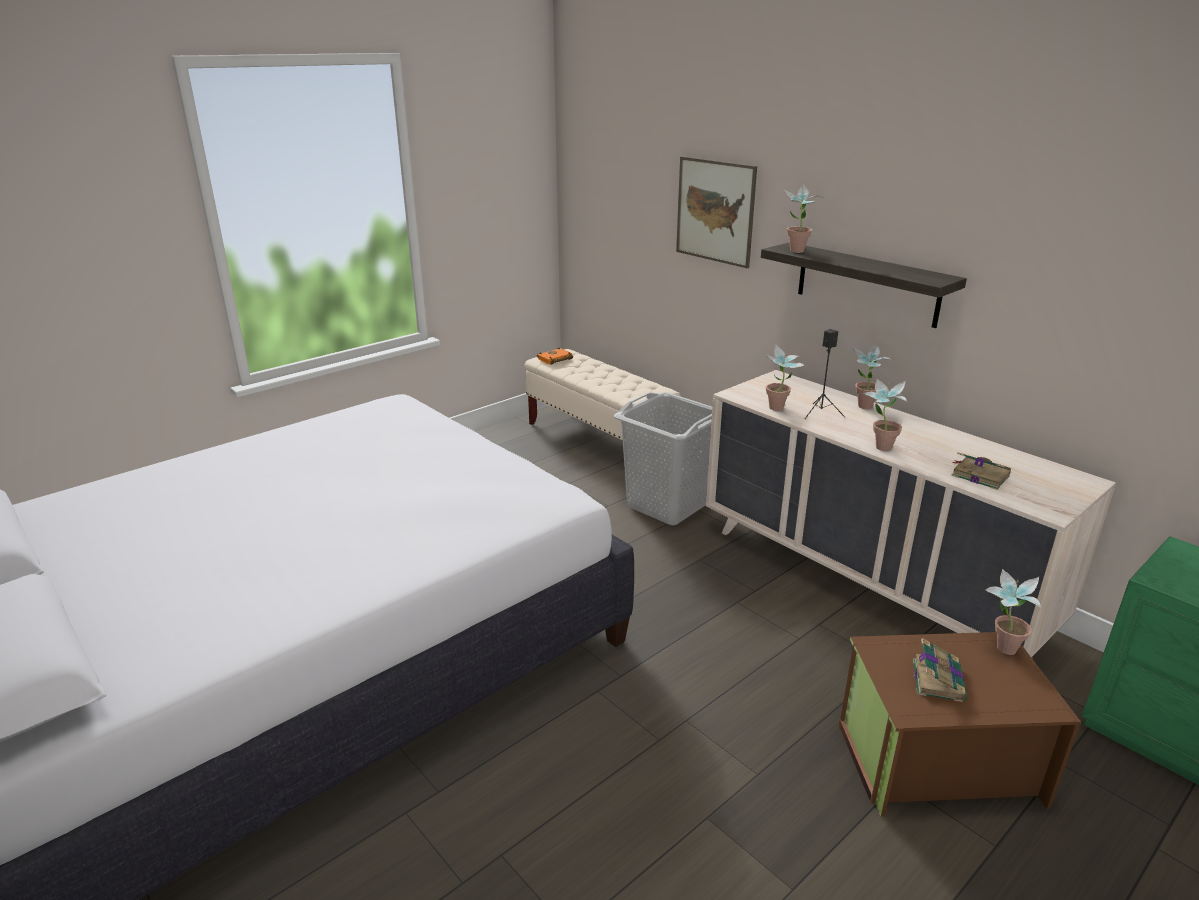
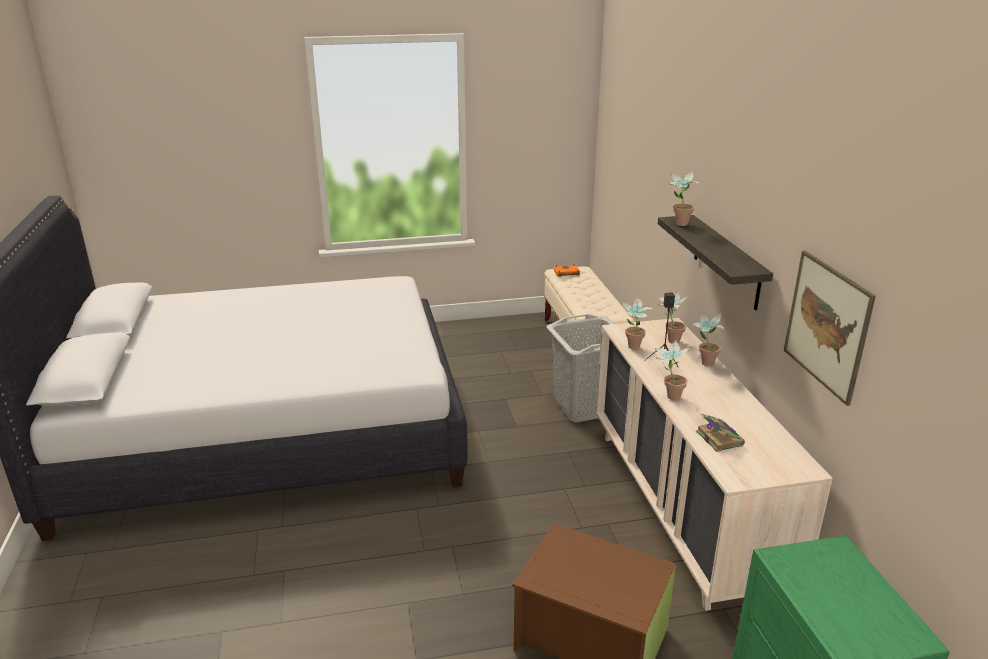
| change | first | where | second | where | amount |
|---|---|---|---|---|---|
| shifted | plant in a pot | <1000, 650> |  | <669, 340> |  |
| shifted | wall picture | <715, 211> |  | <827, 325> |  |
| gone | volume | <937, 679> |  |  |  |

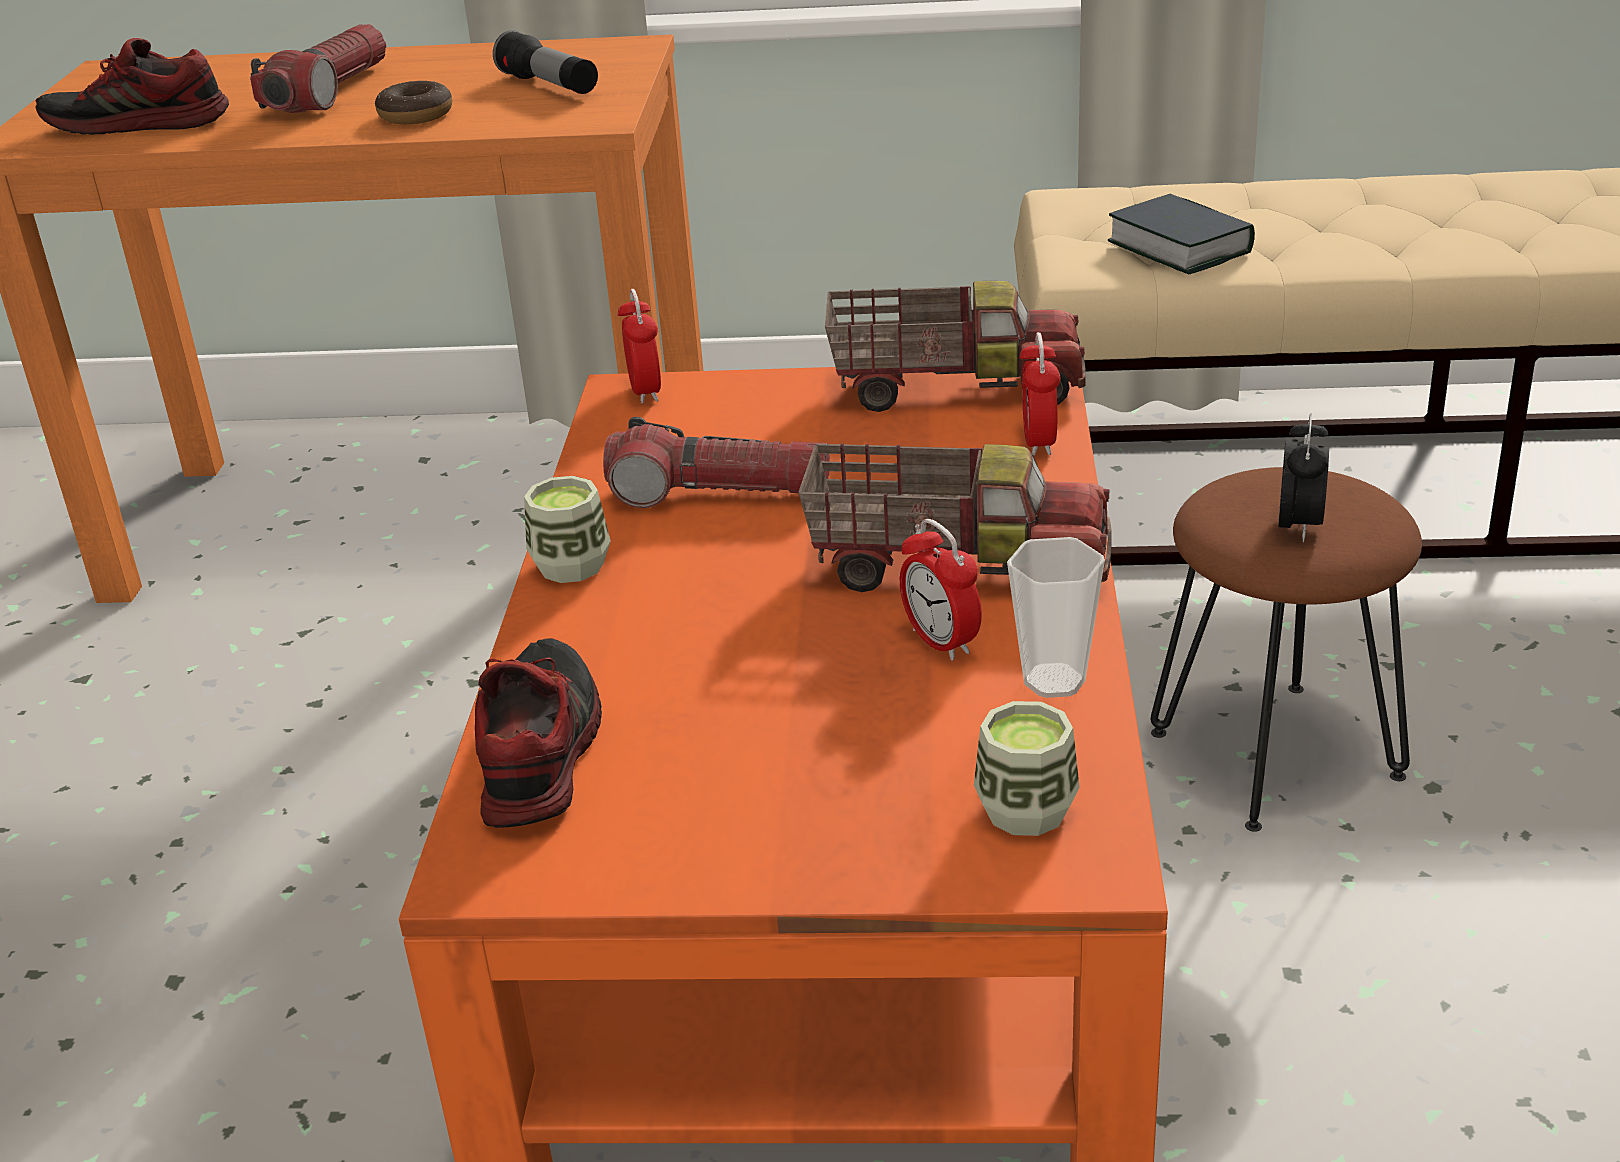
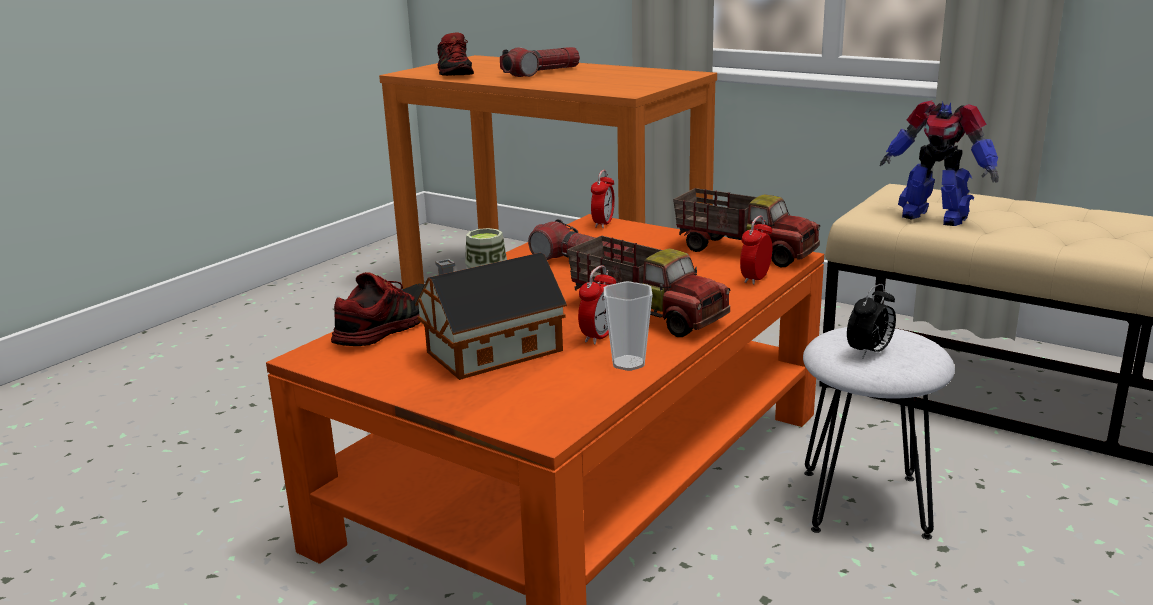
| change | first | where | second | where | amount |
|---|---|---|---|---|---|
| new |  |  | model house | <488, 352> |  |
| rotated | shoe | <138, 125> |  | <456, 73> | 135 degrees counterclockwise |
| rotated | bedside clock | <941, 642> |  | <599, 336> | 150 degrees counterclockwise |
| repainted | brown stool seat | <1277, 753> | white stool seat | <866, 503> |  |
| swapped | volume | <1179, 247> | robot figure | <933, 217> |  |
| gone | ring doughnut | <416, 115> |  |  |  |
| gone | hand torch | <549, 86> |  |  |  |
| gone | cup | <1026, 811> |  |  |  |

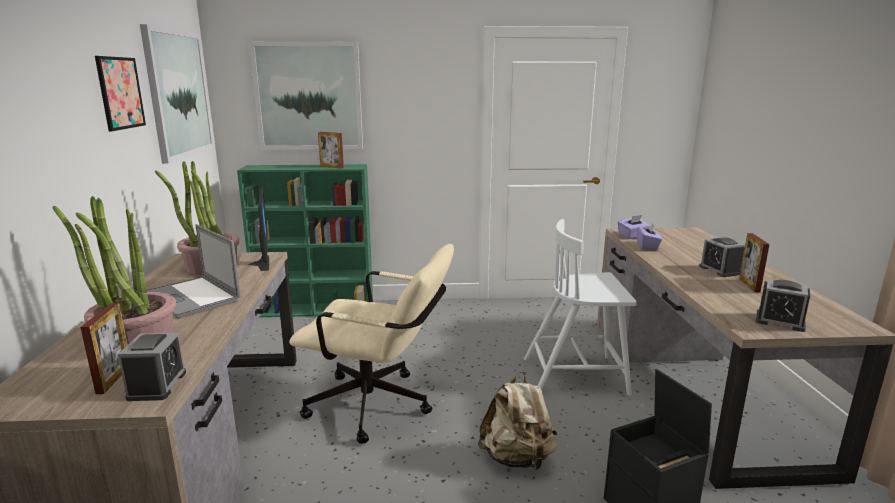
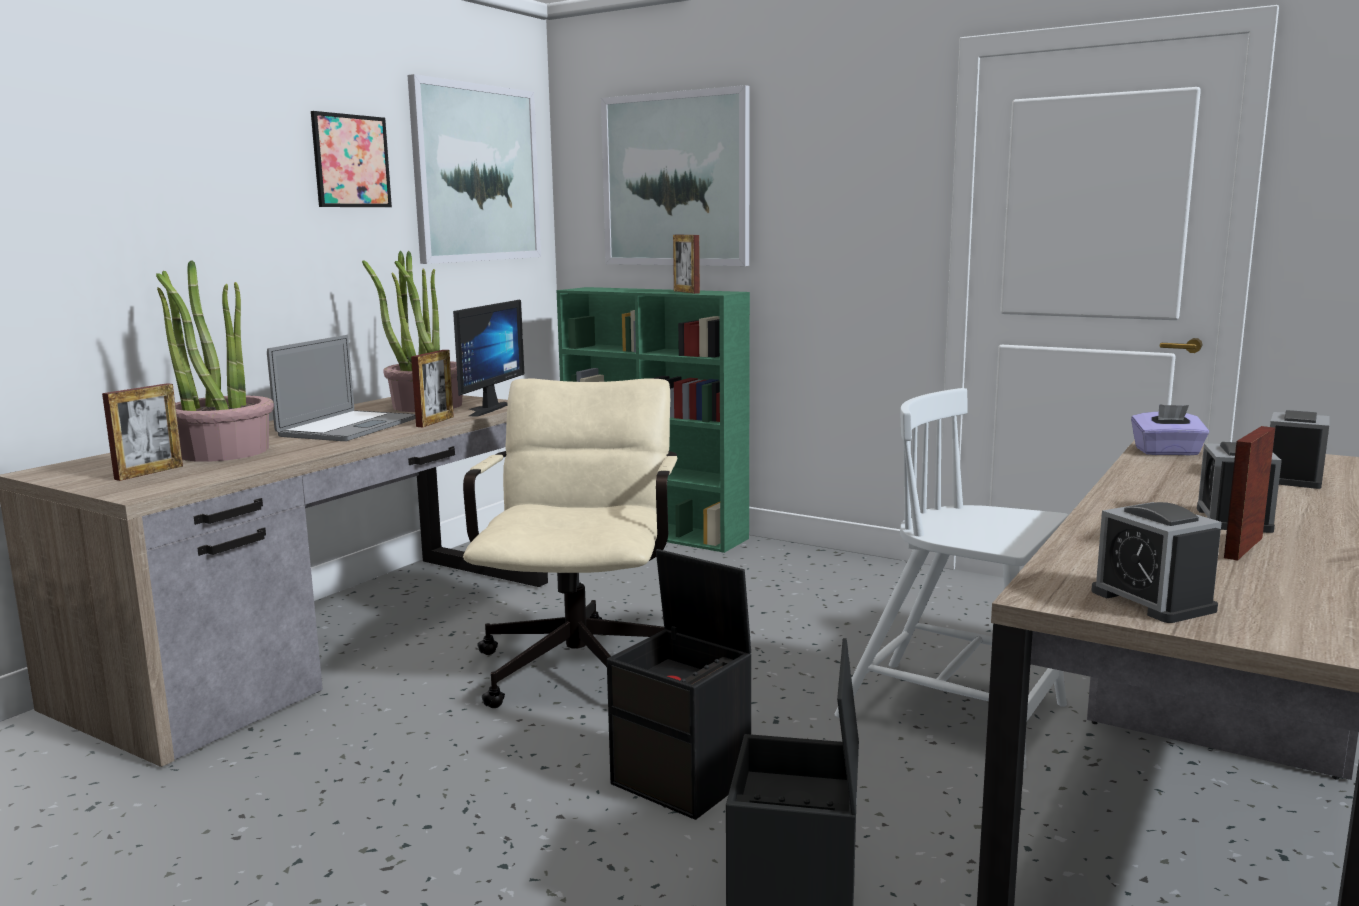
| change | first | where | second | where | amount |
|---|---|---|---|---|---|
| rotated | portable computer | <192, 297> |  | <349, 427> | 150 degrees counterclockwise |
| new |  |  | picture frame | <435, 422> |  |
| rotated | sand-coloured office chair | <379, 406> |  | <581, 661> | 135 degrees counterclockwise |
| swapped | sand-coloured backpack | <517, 458> | black-coloured storage box | <684, 781> |  |
| shifted | bedside clock | <157, 385> |  | <1293, 478> |  |
| gone | purple box of tissues | <647, 246> |  |  |  |

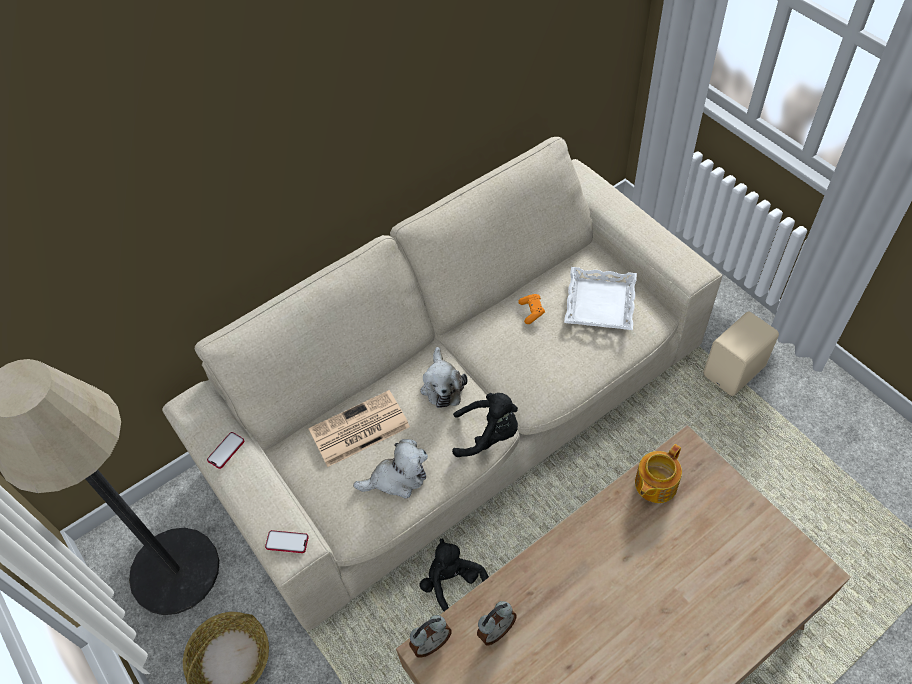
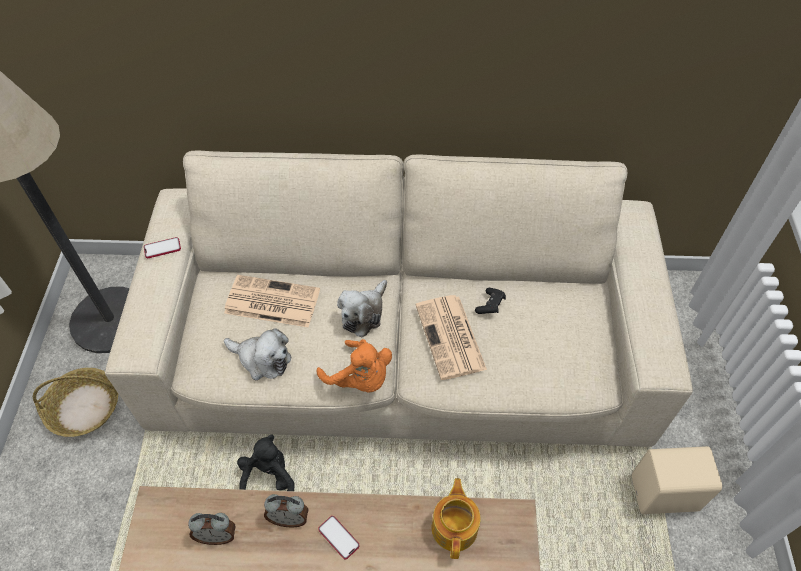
| change | first | where | second | where | amount |
|---|---|---|---|---|---|
| shifted | bedside clock | <431, 643> |  | <289, 518> |  |
| repainted | black-coloured soft toy | <488, 435> | orange-coloured soft toy | <360, 378> |  |
| shifted | phone | <287, 542> |  | <339, 537> |  |
| new |  |  | printed paper | <451, 338> |  |
| rotated | tea pot | <654, 484> |  | <455, 526> | 105 degrees clockwise |
| repainted | orange-coloured gamepad | <532, 312> | black-coloured gamepad | <490, 305> |  |
| gone | white carrying tray | <601, 303> |  |  |  |

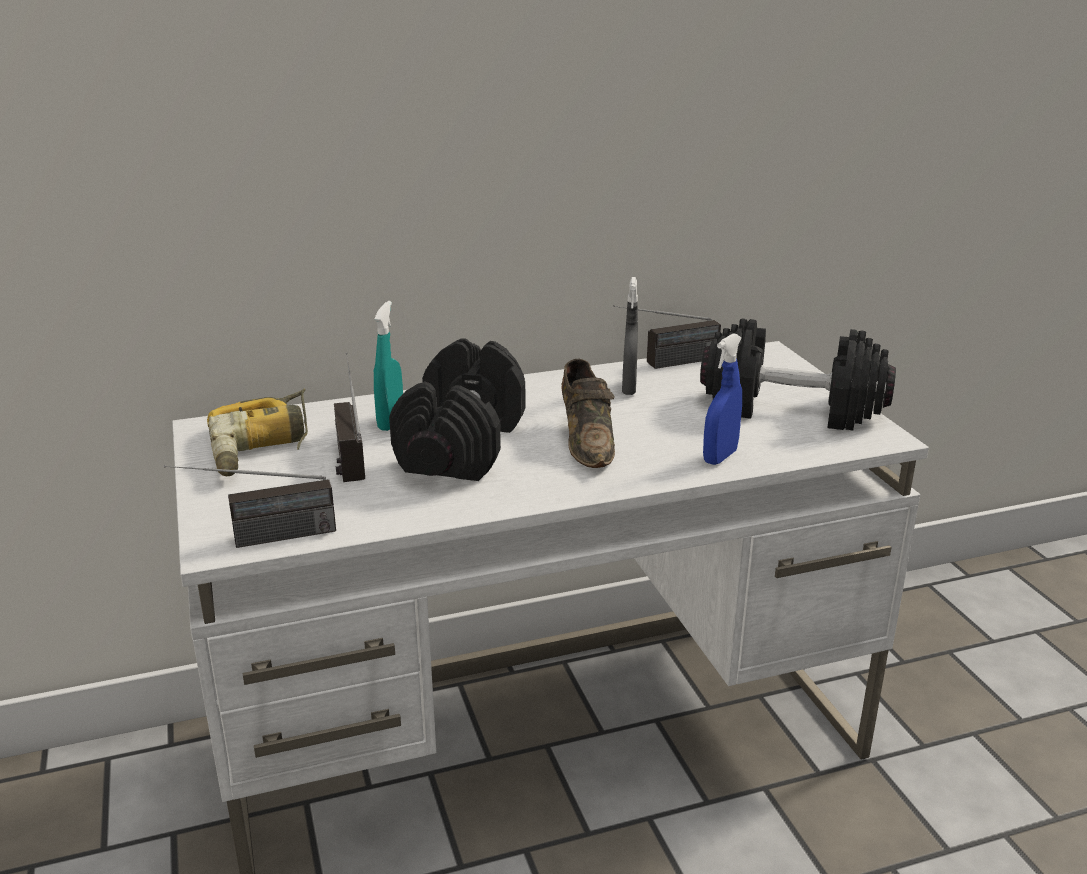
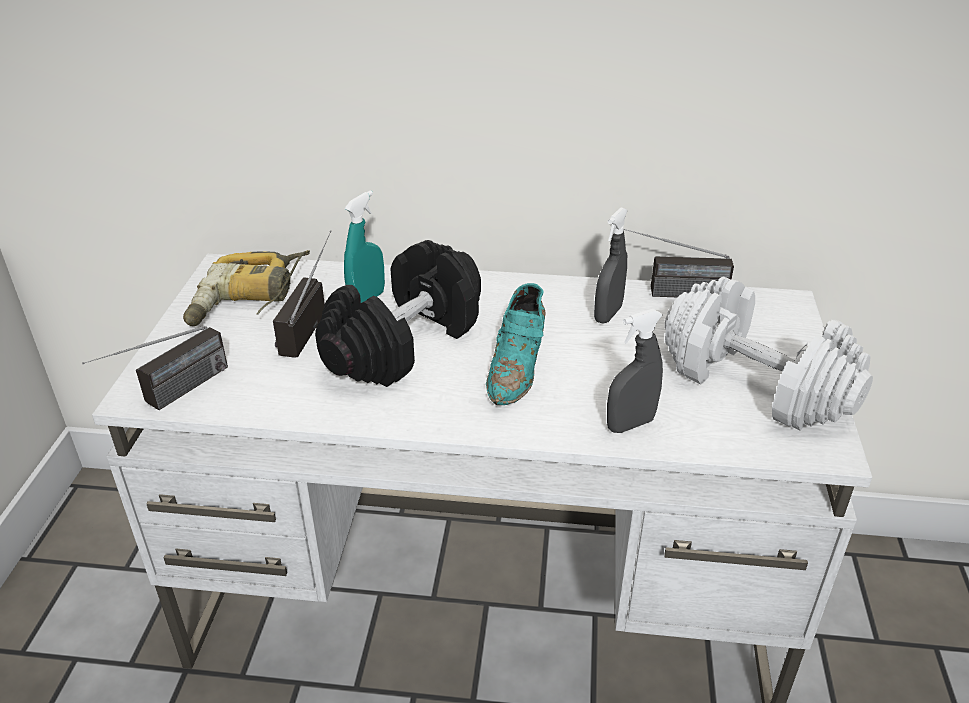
| change | first | where | second | where | amount |
|---|---|---|---|---|---|
| rotated | radio | <258, 539> |  | <170, 397> | 60 degrees counterclockwise |
| repainted | brown shoe | <587, 441> | blue-green shoe | <518, 368> |  |
| repainted | blue-coloured sprayer | <720, 457> | gray sprayer | <630, 424> |  |
| repainted | black-coloured dumbbell | <792, 408> | white dumbbell | <757, 382> |  |

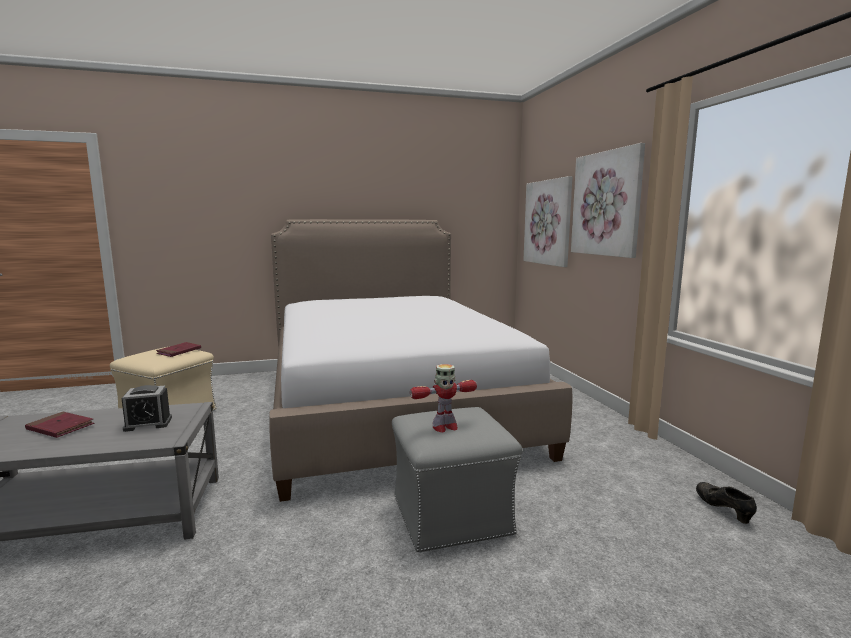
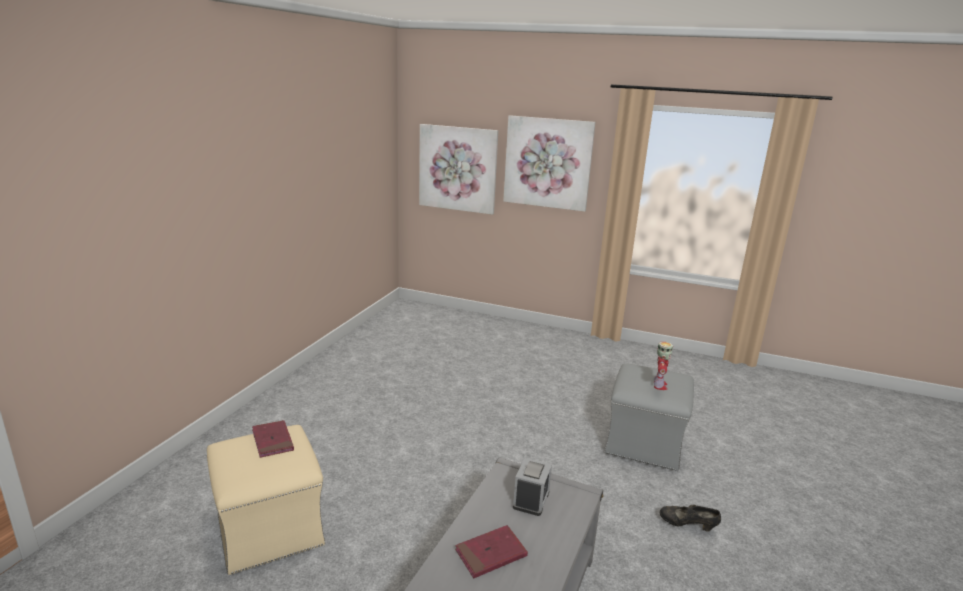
| change | first | where | second | where | amount |
|---|---|---|---|---|---|
| shifted | black-coloured shoe | <723, 510> |  | <687, 525> |  |
| gone | bed | <391, 406> |  |  |  |

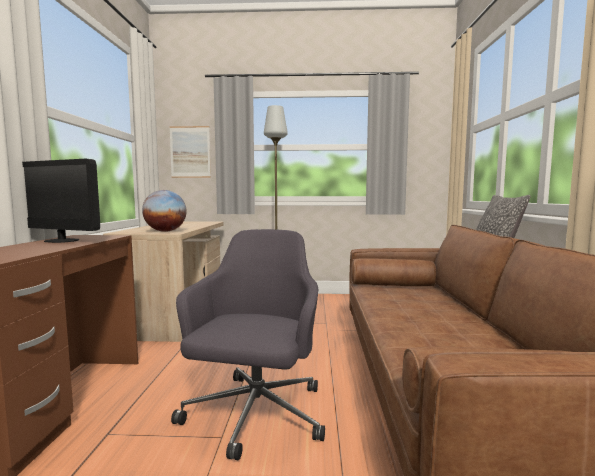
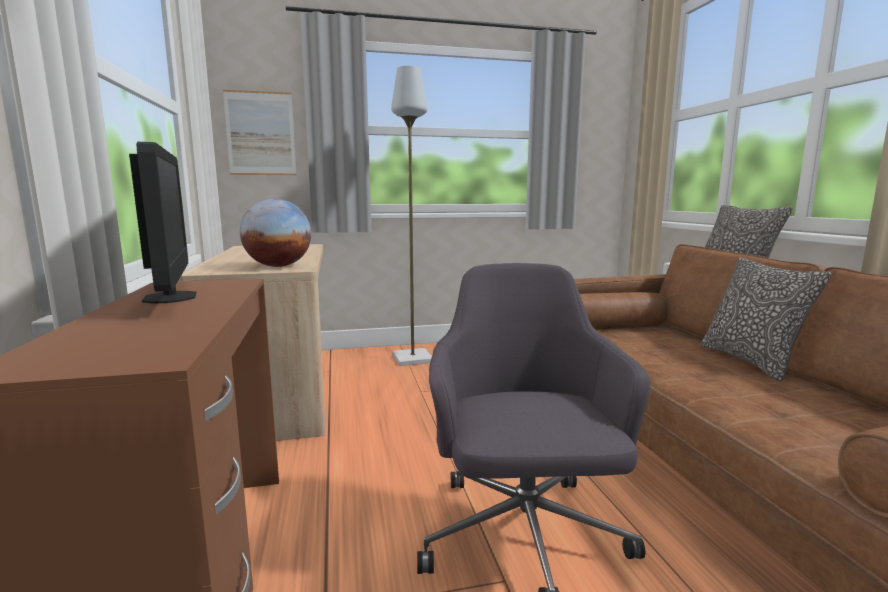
| change | first | where | second | where | amount |
|---|---|---|---|---|---|
| rotated | monitor | <62, 240> |  | <170, 297> | 120 degrees counterclockwise |
| new |  |  | cushion | <750, 361> |  |

